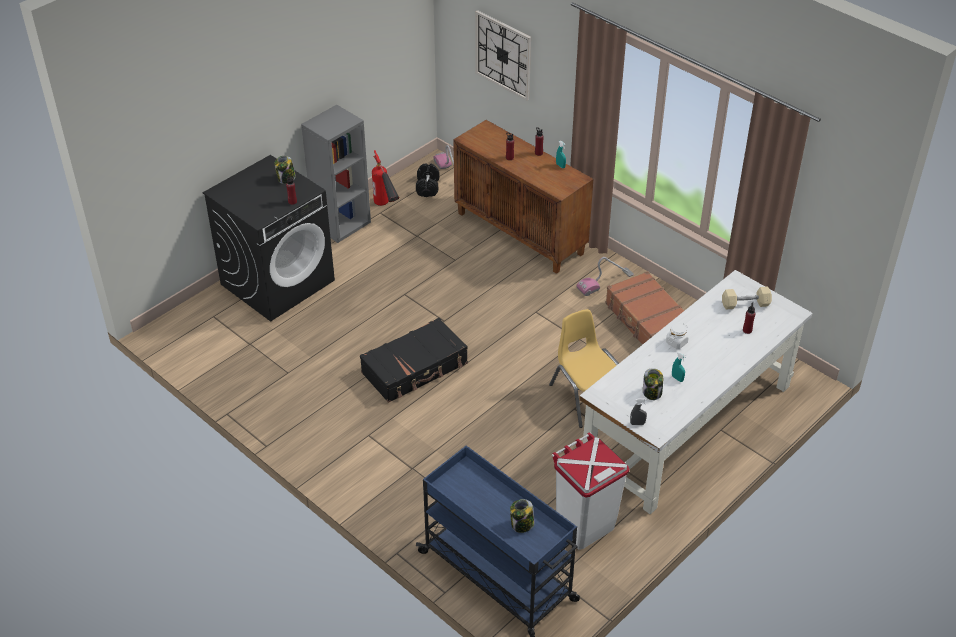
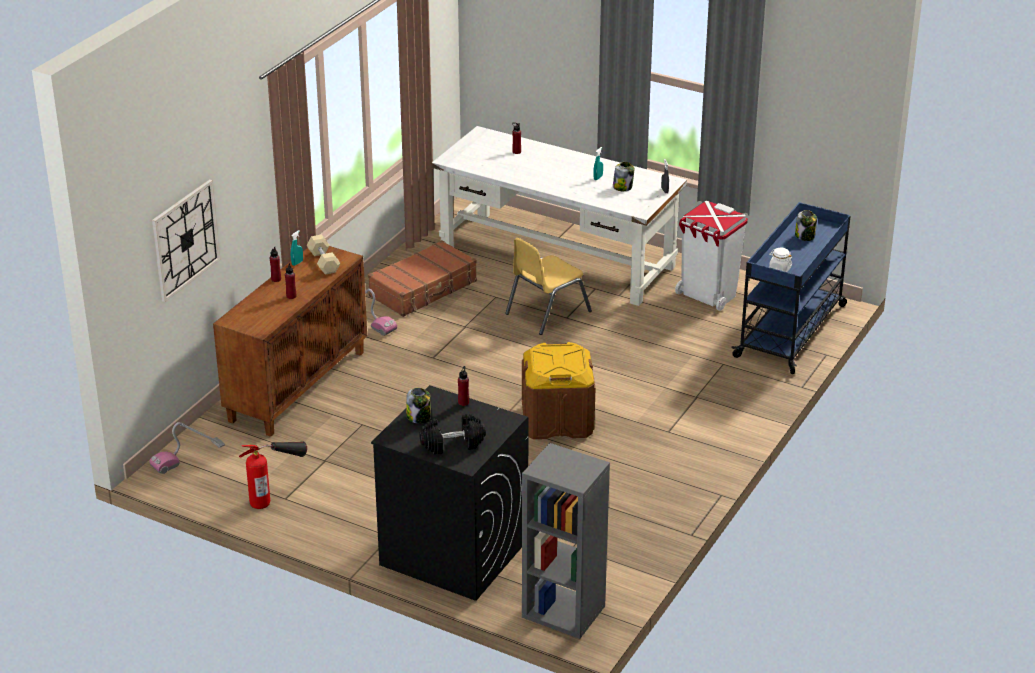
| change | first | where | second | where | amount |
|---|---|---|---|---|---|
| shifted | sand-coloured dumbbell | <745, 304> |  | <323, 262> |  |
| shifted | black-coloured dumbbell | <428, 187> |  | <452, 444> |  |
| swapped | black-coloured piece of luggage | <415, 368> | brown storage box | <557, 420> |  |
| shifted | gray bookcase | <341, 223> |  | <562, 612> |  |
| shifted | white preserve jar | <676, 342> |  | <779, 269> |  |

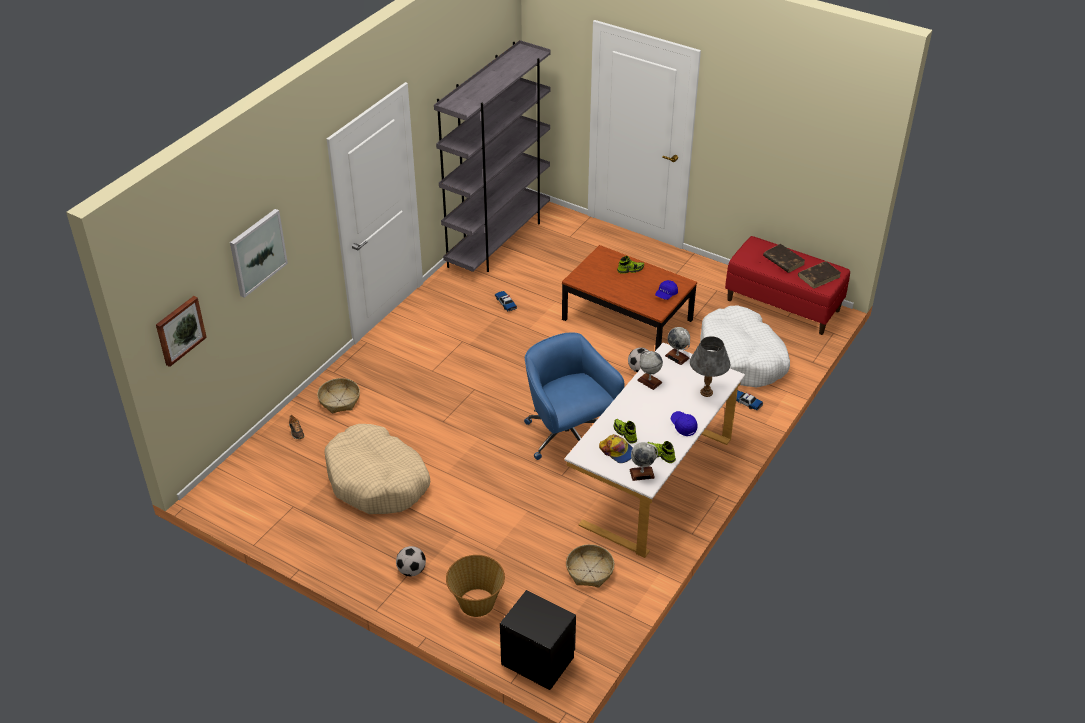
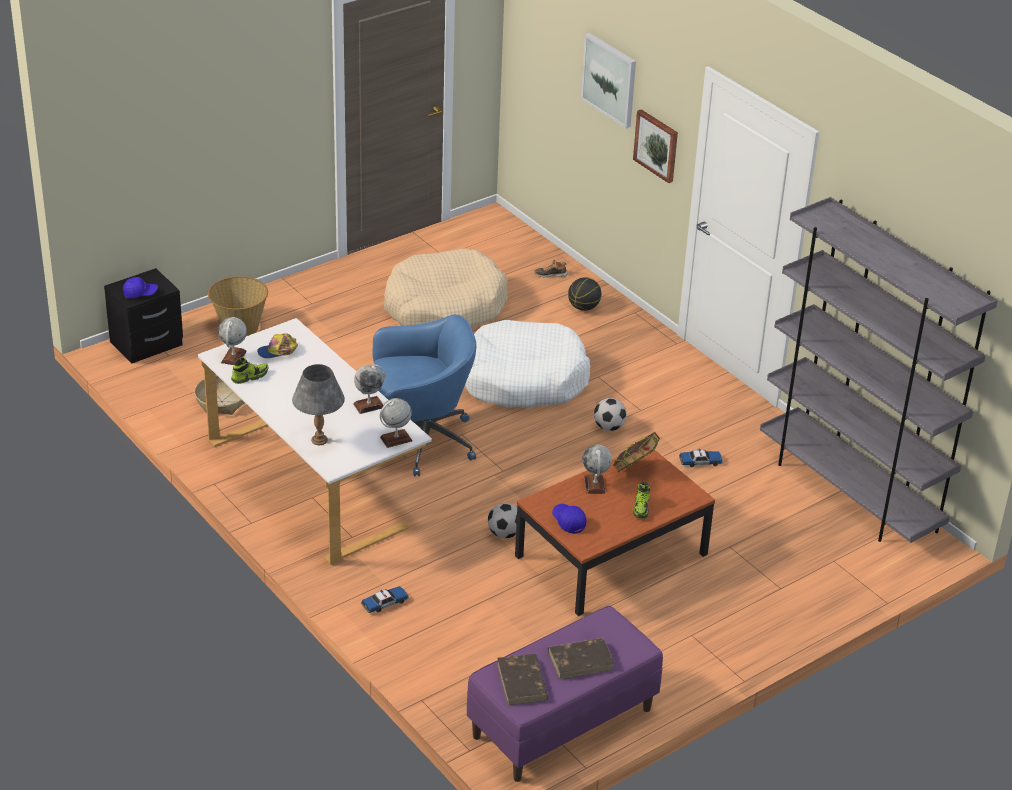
| change | first | where | second | where | amount |
|---|---|---|---|---|---|
| shifted | blue-coloured cap | <683, 426> |  | <140, 293> |  |
| shifted | white dog bed | <742, 358> |  | <522, 379> |  |
| repainted | reddish indoor bench | <783, 305> | purple indoor bench | <562, 724> |  |
| swapped | household basket | <339, 400> | basketball | <584, 307> |  |
| new |  |  | globe | <595, 485> |  |
| shifted | football ball | <411, 570> |  | <609, 427> |  |
| new |  |  | volume | <634, 469> |  |
| shifted | wall picture | <179, 330> |  | <657, 145> |  |
| gone | shoe | <625, 434> |  |  |  |

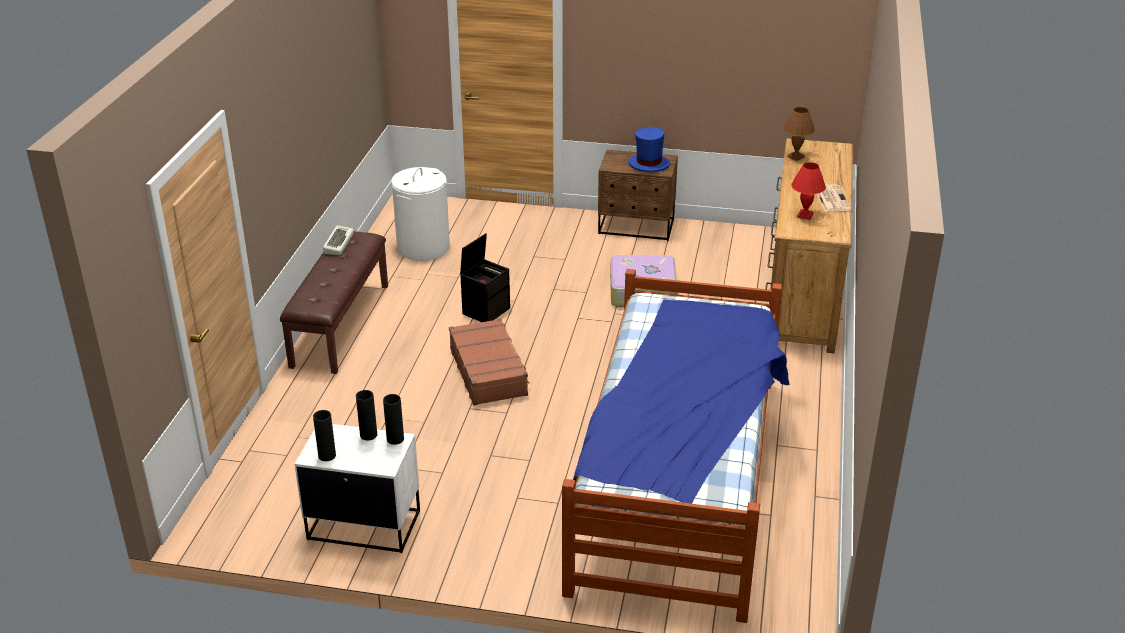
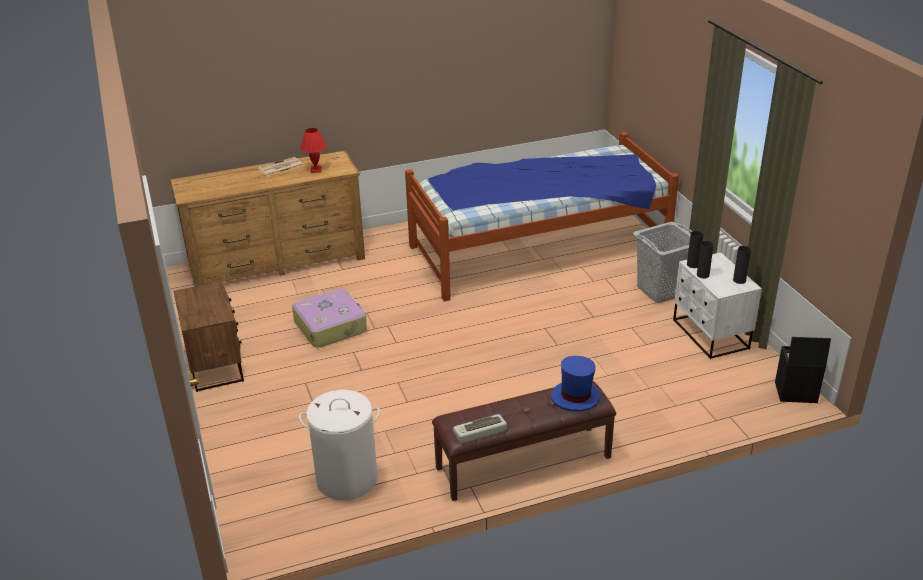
| change | first | where | second | where | amount |
|---|---|---|---|---|---|
| shifted | blue-coloured clothing hat | <649, 164> |  | <575, 397> |  |
| new |  |  | gray laundry basket | <662, 290> |  |
| shifted | black-coloured storage box | <486, 310> |  | <795, 393> |  |
| gone | brown piece of luggage | <489, 371> |  |  |  |
| gone | brown lamp for a table | <796, 157> |  |  |  |

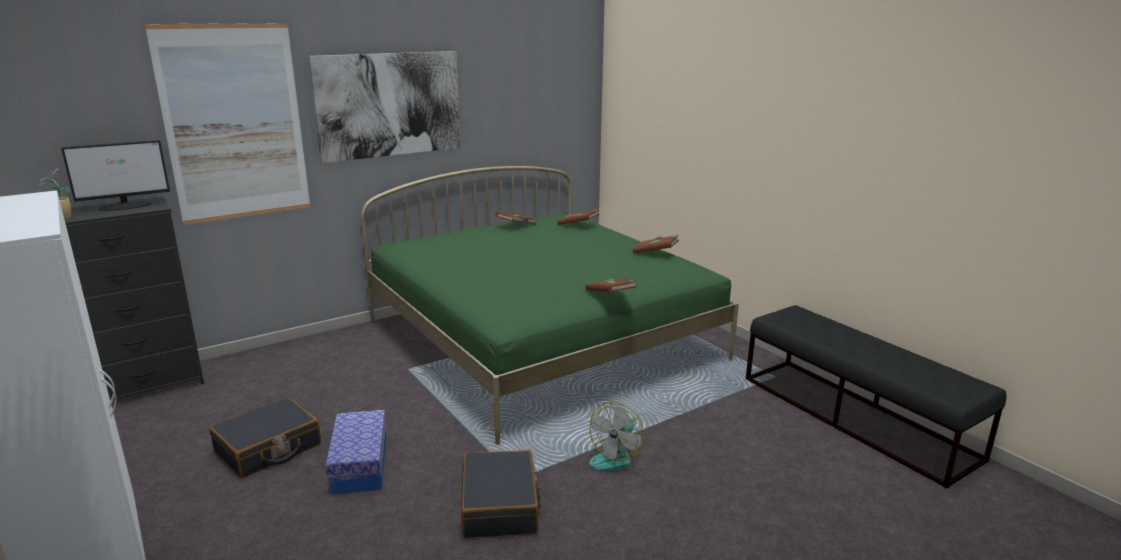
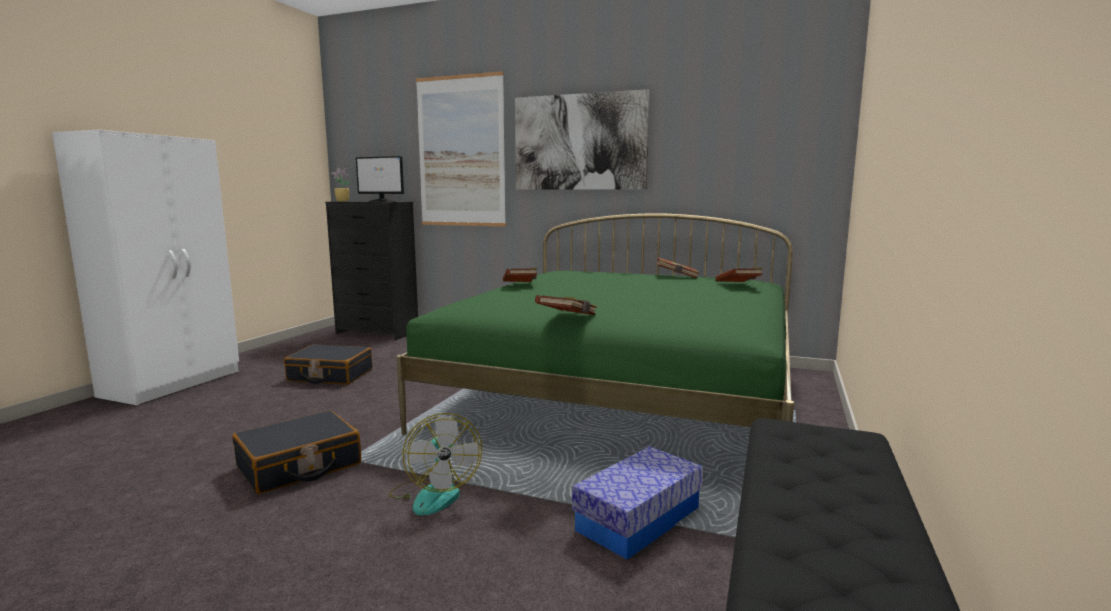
| change | first | where | second | where | amount |
|---|---|---|---|---|---|
| rotated | fan | <615, 457> |  | <434, 493> | 105 degrees counterclockwise |
| shifted | brown volume | <655, 252> |  | <520, 285> |  |
| shifted | storage box | <360, 464> |  | <638, 519> |  |

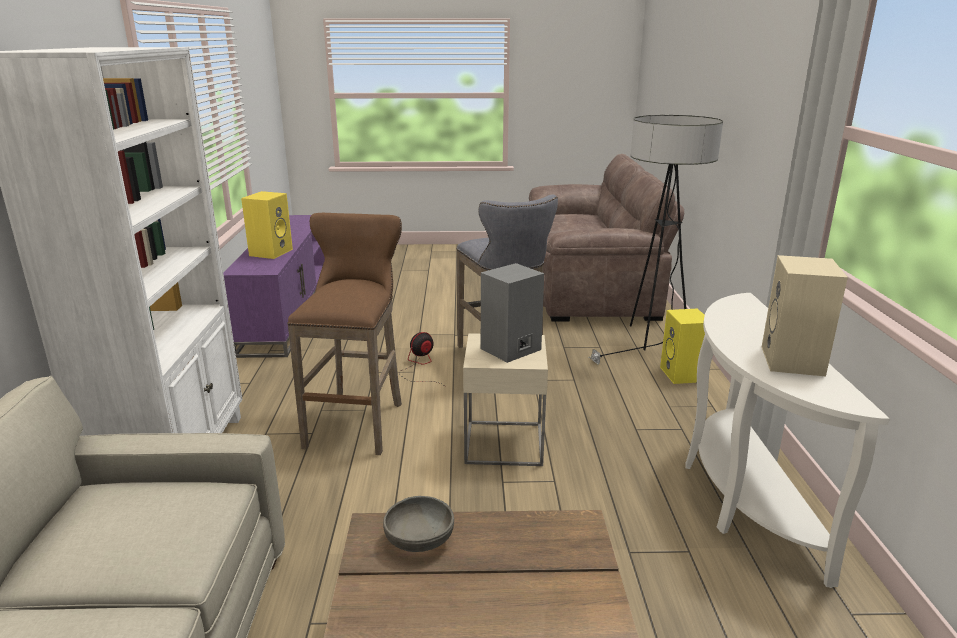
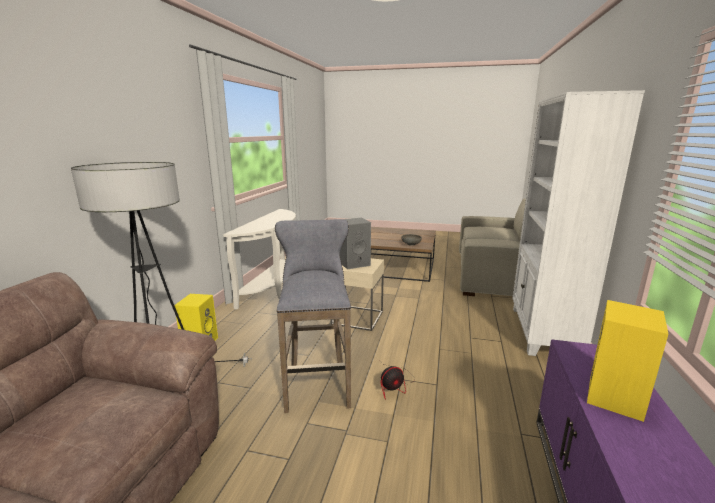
| change | first | where | second | where | amount |
|---|---|---|---|---|---|
| gone | brown stool seat | <357, 422> |  |  |  |
| gone | sand-coloured loudspeaker | <794, 362> |  |  |  |

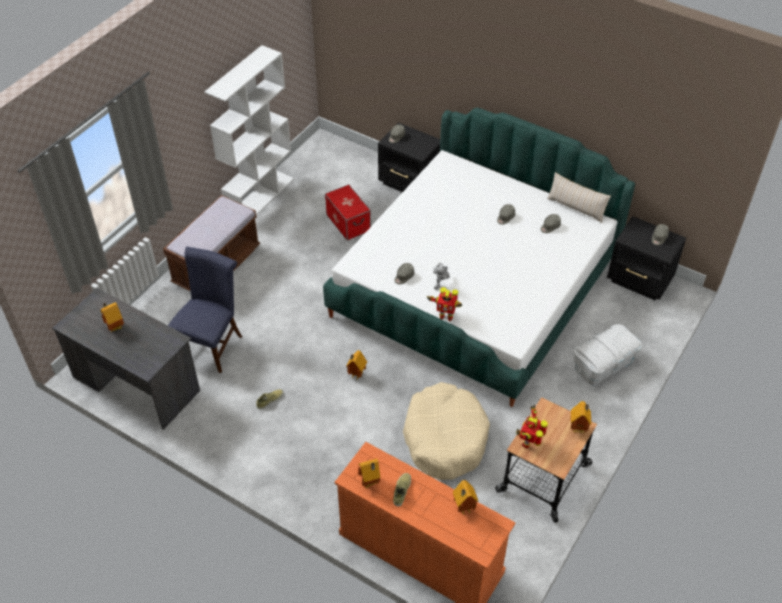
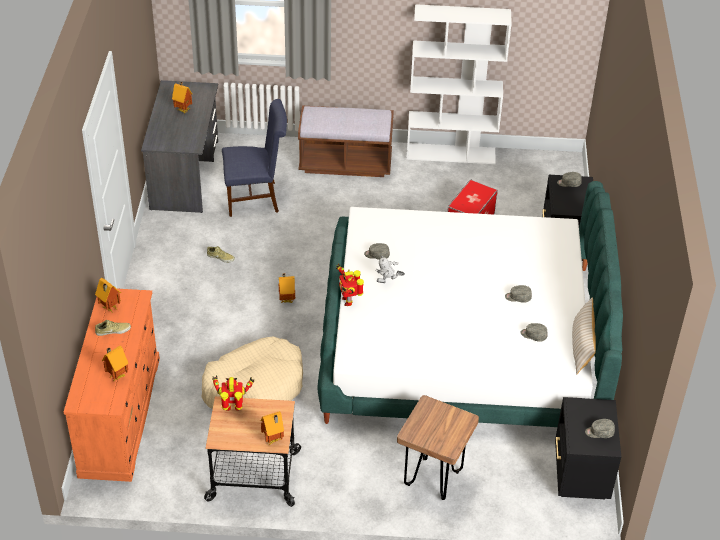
| change | first | where | second | where | amount |
|---|---|---|---|---|---|
| swapped | white storage box | <604, 364> | brown stool seat | <433, 478> |  |

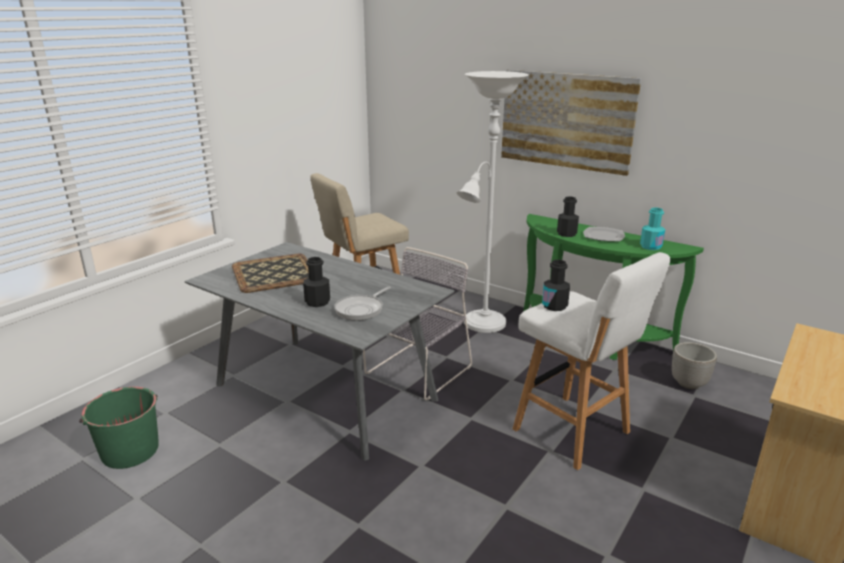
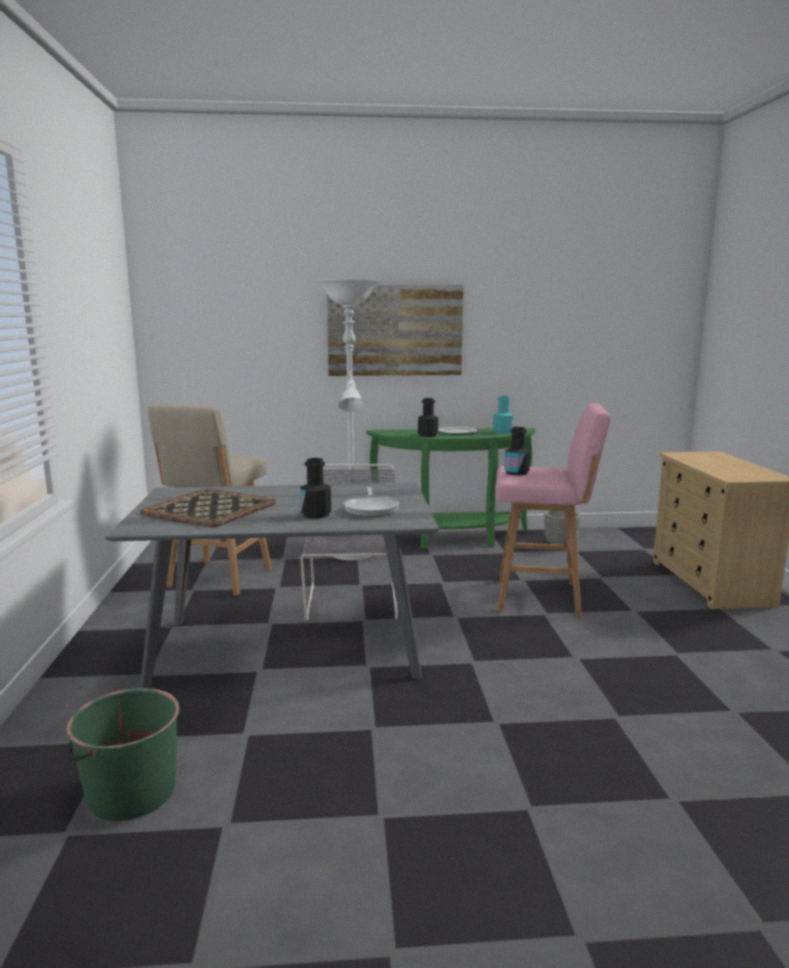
| change | first | where | second | where | amount |
|---|---|---|---|---|---|
| repainted | white stool seat | <574, 433> | pink stool seat | <542, 597> |  |

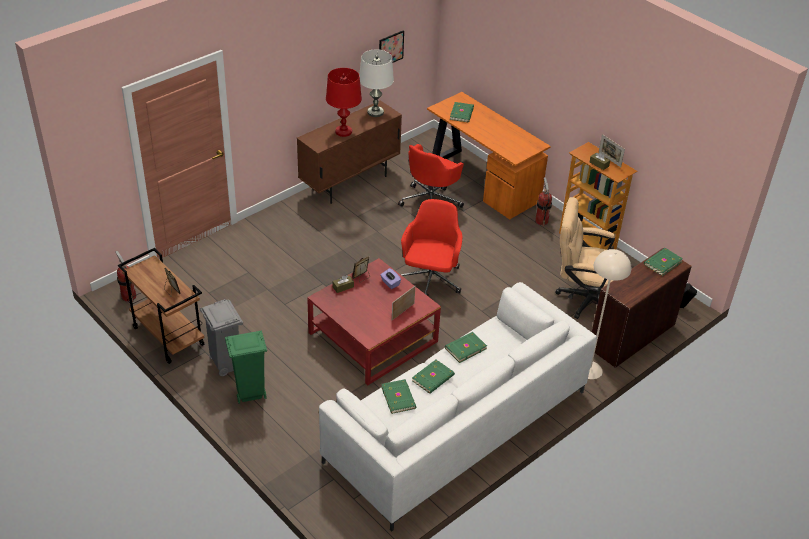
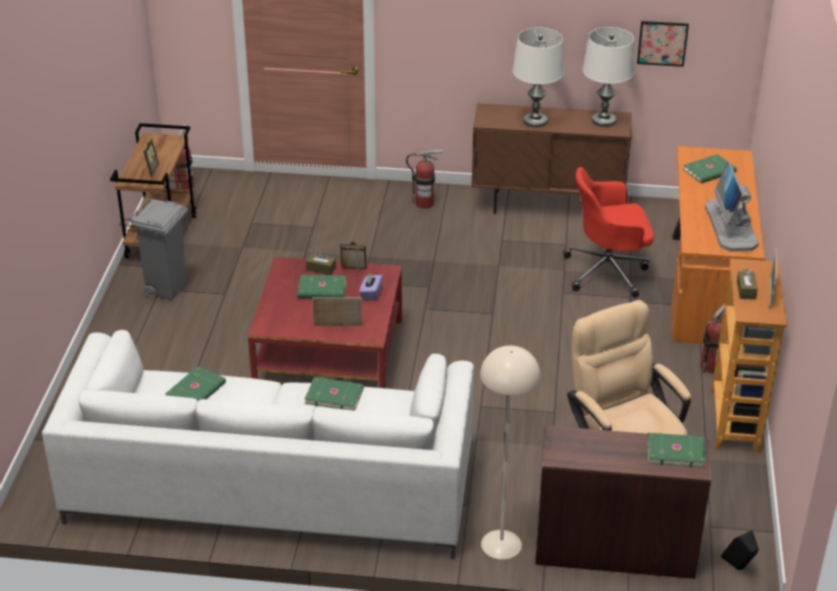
| change | first | where | second | where | amount |
|---|---|---|---|---|---|
| shifted | green volume | <433, 378> |  | <322, 290> |  |
| new |  |  | fire extinguisher | <424, 203> |  |
| repainted | reddish lamp for a table | <343, 131> | white lamp for a table | <535, 121> |  |
| new |  |  | monitor | <731, 226> |  |
| gone | green trash can | <250, 394> |  |  |  |
| gone | reddish office chair | <430, 280> |  |  |  |

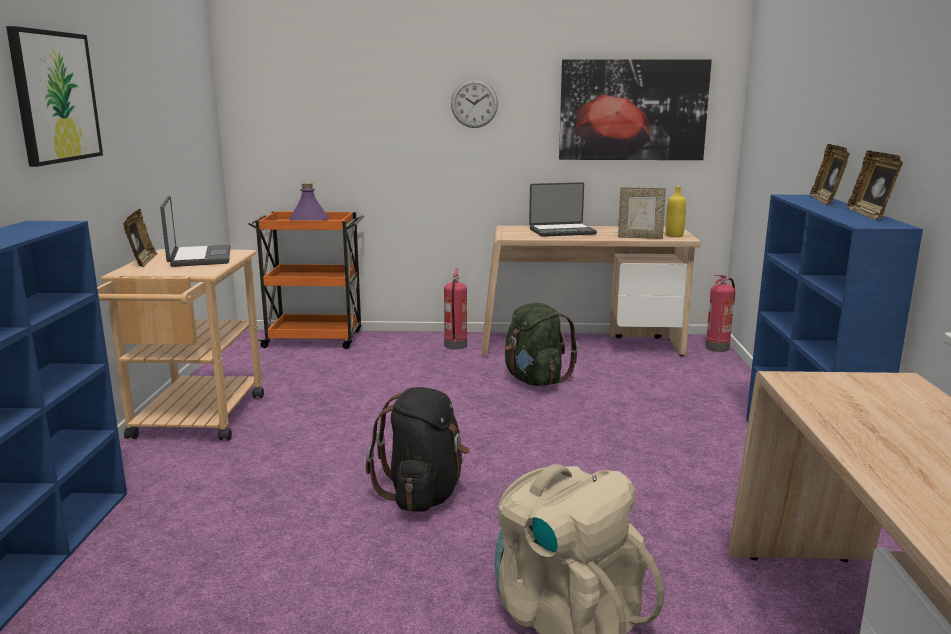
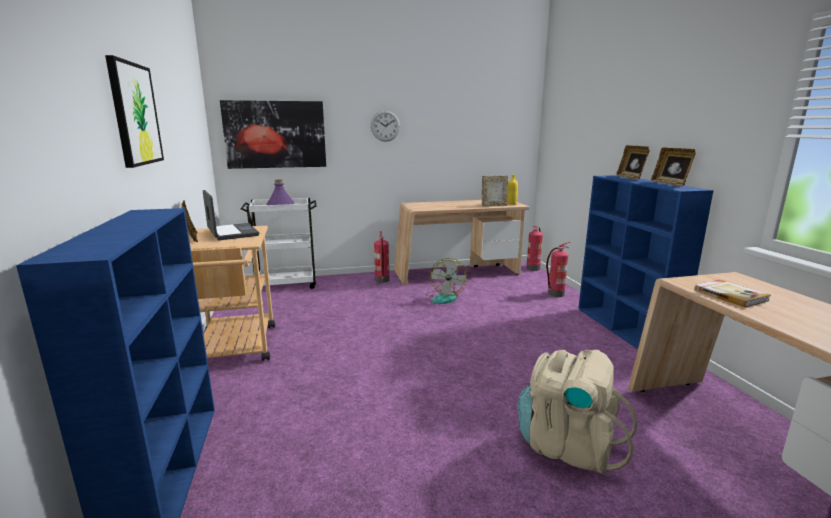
| change | first | where | second | where | amount |
|---|---|---|---|---|---|
| shifted | wall picture | <633, 110> |  | <275, 134> |  |
| repainted | orange-coloured wheeled cart | <315, 339> | white wheeled cart | <287, 284> |  |
| swapped | green backpack | <535, 380> | fan | <445, 297> |  |
| new |  |  | fire extinguisher | <555, 294> |  |
| new |  |  | volume | <730, 295> |  |
| gone | black-coloured backpack | <423, 494> |  |  |  |
| gone | portable computer | <562, 231> |  |  |  |

